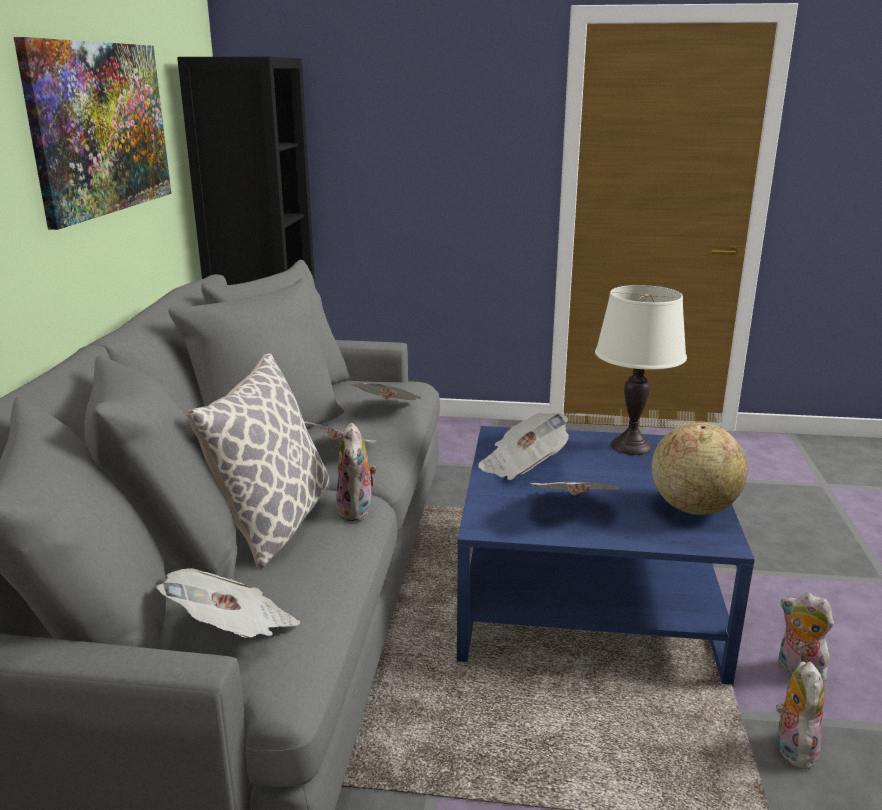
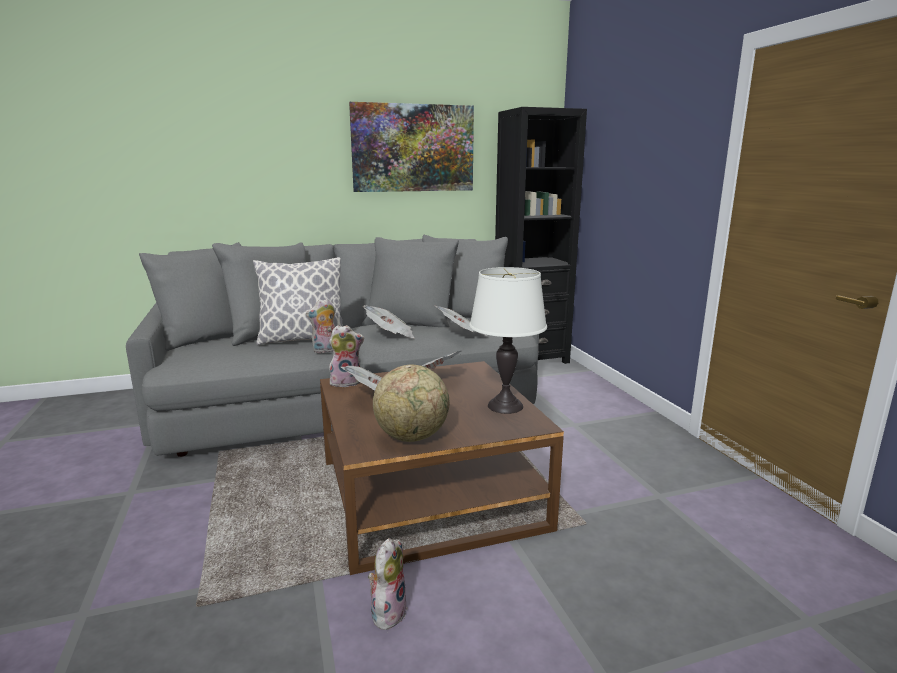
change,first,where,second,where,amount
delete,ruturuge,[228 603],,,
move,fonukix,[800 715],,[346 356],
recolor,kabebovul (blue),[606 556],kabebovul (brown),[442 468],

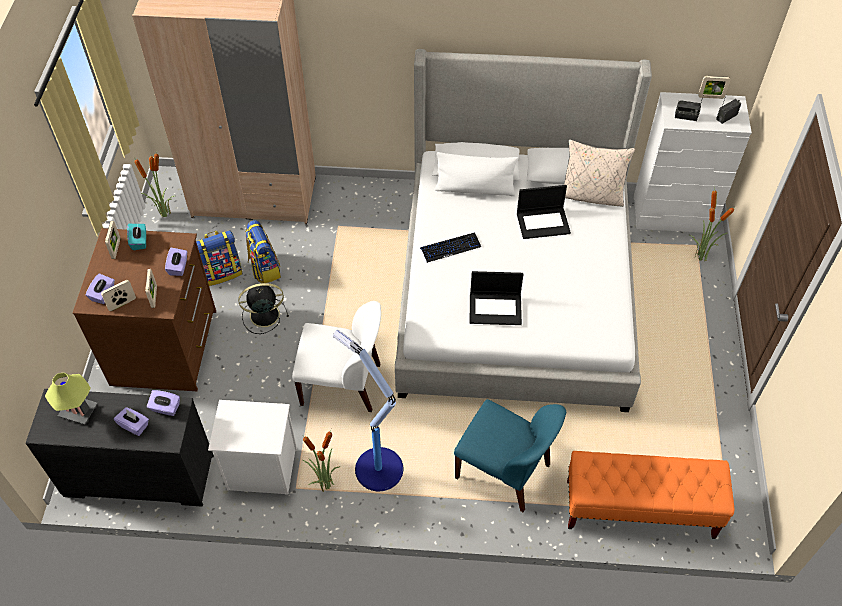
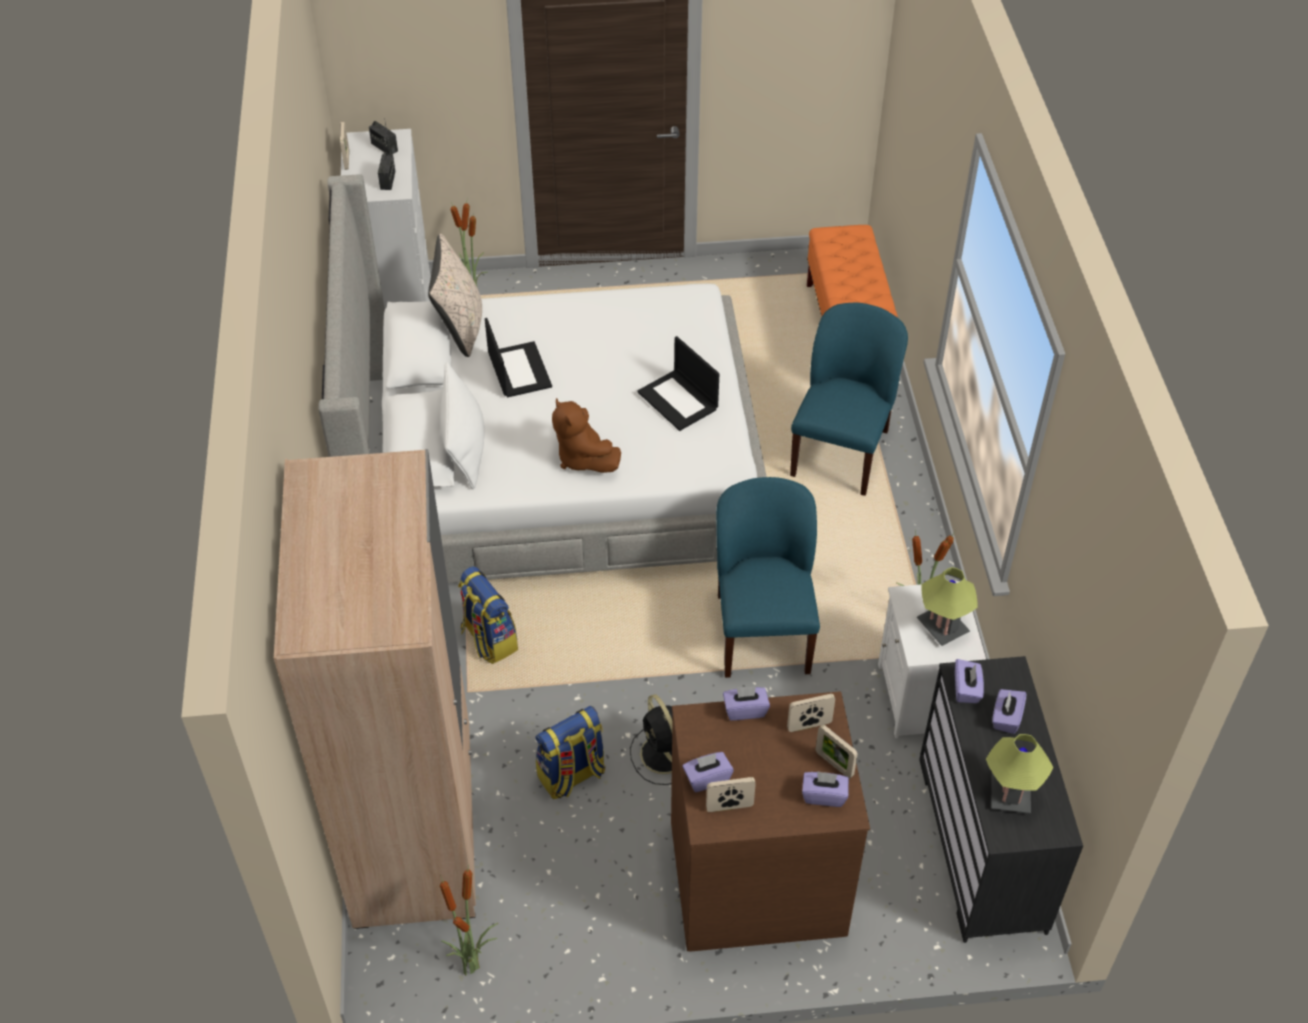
change,first,where,second,where,amount
delete,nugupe,[368 410],,,
insert,,,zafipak,[947 606],
move,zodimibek,[219 258],,[488 615],
replace,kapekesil,[450 247],fonukix (brown),[586 435],
recolor,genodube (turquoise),[136 237],genodube (purple),[707 772],
recolor,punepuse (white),[336 356],punepuse (blue),[768 577],
rotate,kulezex,[496 298],,[678 383],150 degrees clockwise

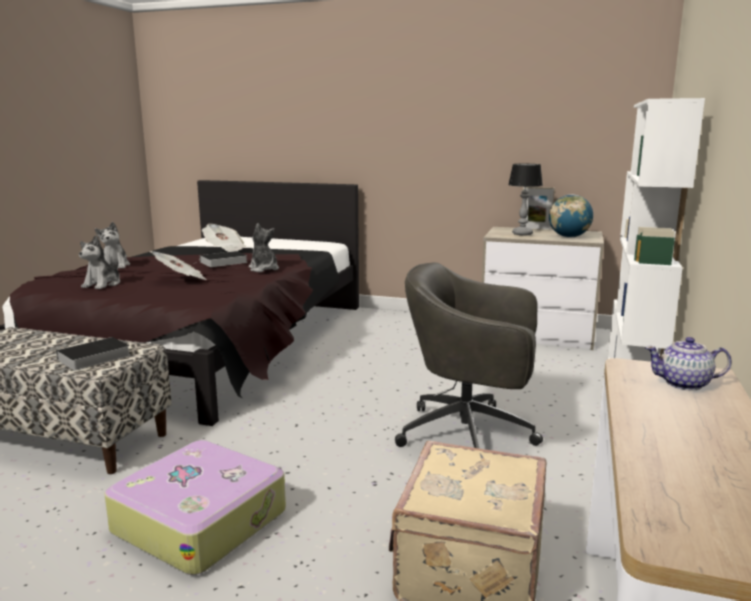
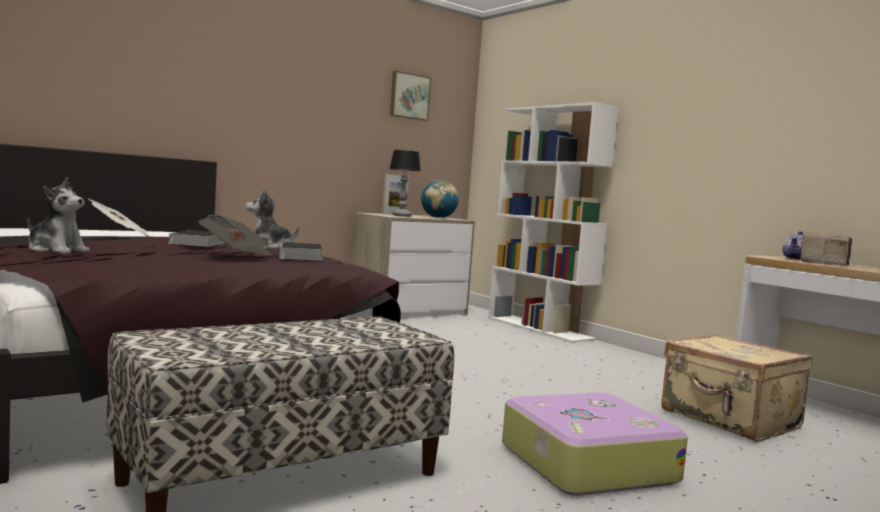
change,first,where,second,where,amount
delete,fonukix,[99 262],,,
delete,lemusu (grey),[469 355],,,
insert,,,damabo,[410 96],
insert,,,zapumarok,[826 249],
move,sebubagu,[89 354],,[301 251],

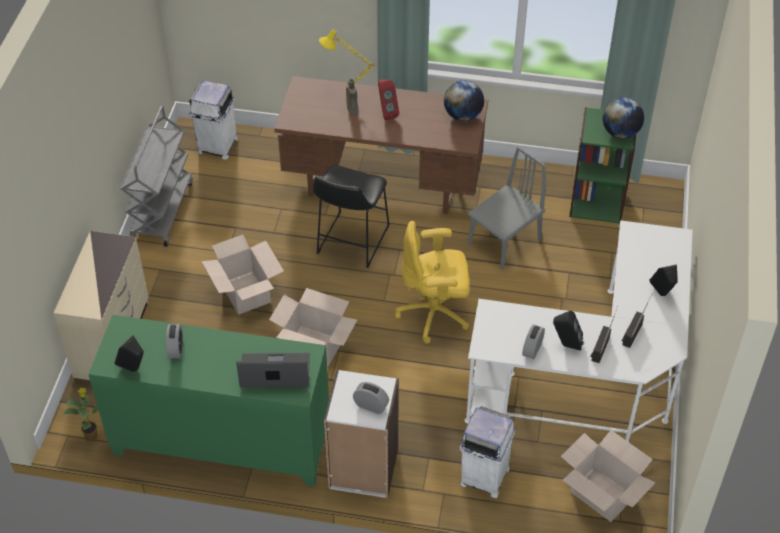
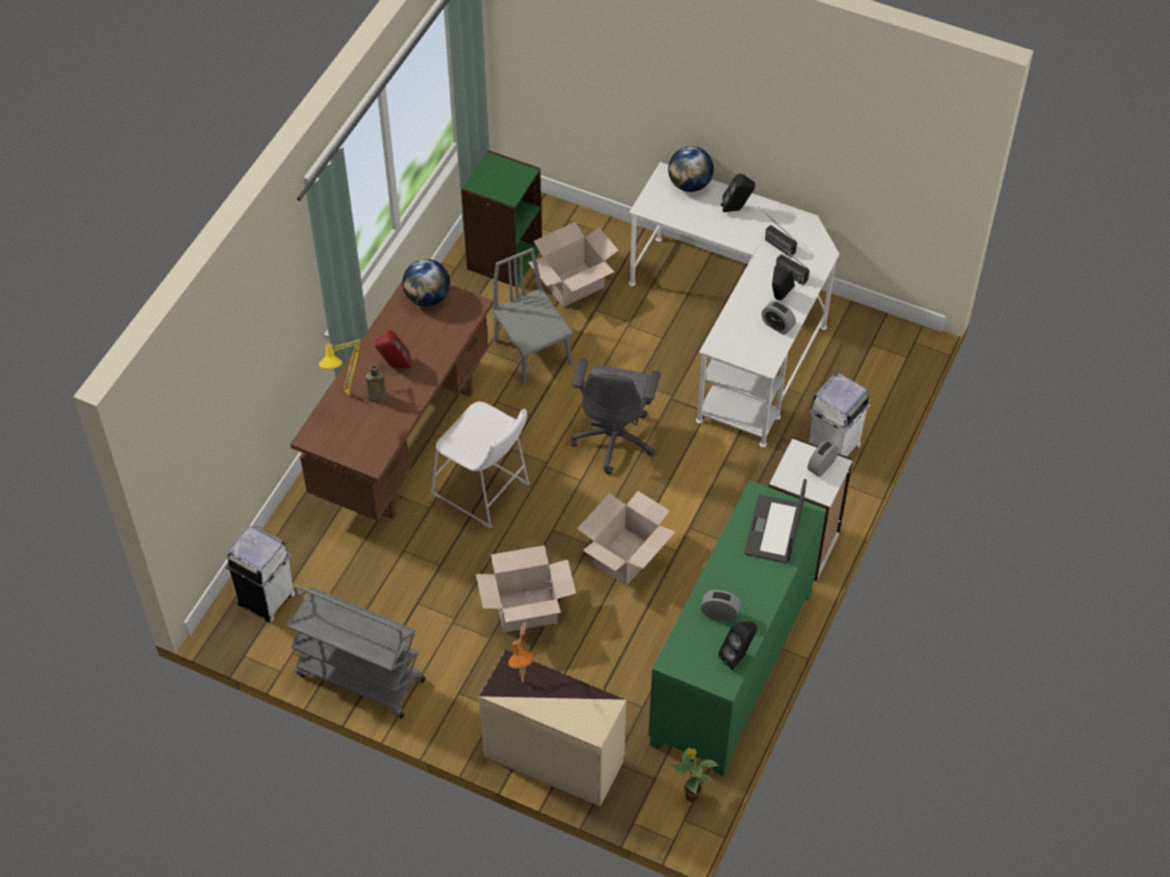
change,first,where,second,where,amount
insert,,,zafipak (orange),[521 651],
move,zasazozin,[608 476],,[573 264],
move,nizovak,[623 118],,[691 169],
recolor,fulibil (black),[351 216],fulibil (white),[480 465],
recolor,lemusu (yellow),[432 282],lemusu (grey),[616 417],

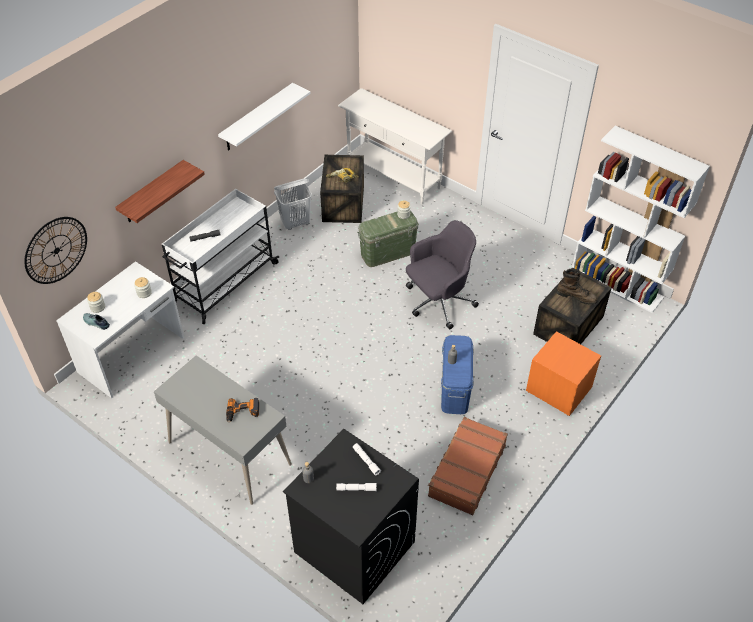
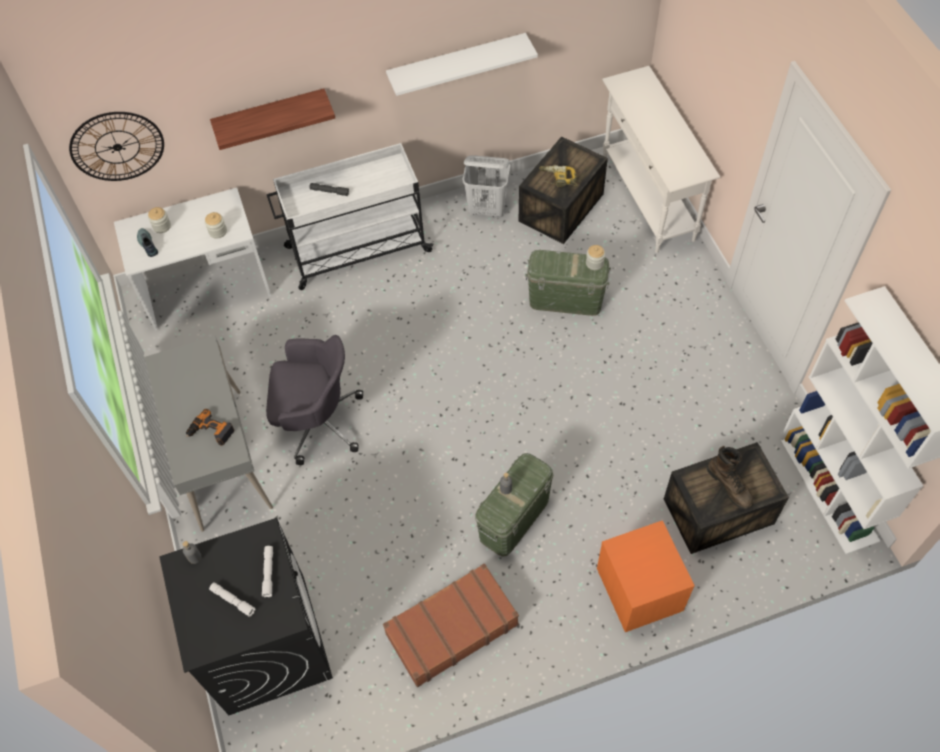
change,first,where,second,where,amount
move,lemusu (grey),[442 274],,[314 400],
recolor,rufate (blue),[457 374],rufate (green),[514 505],

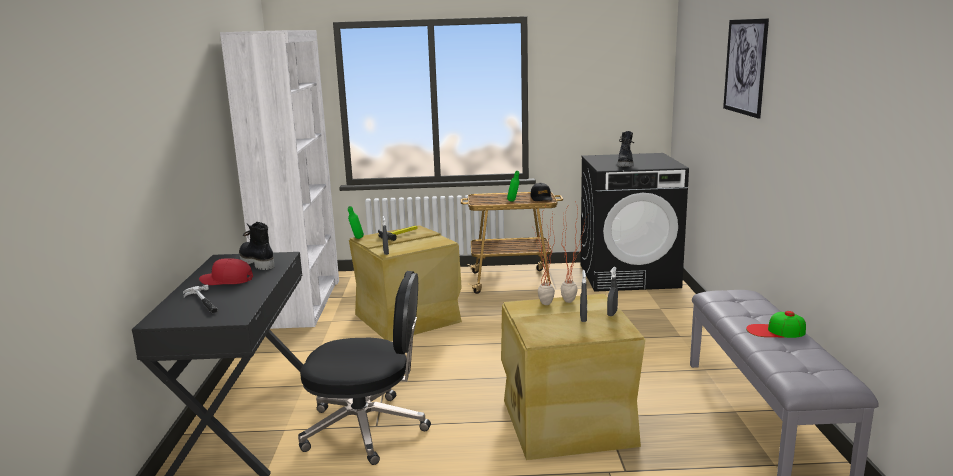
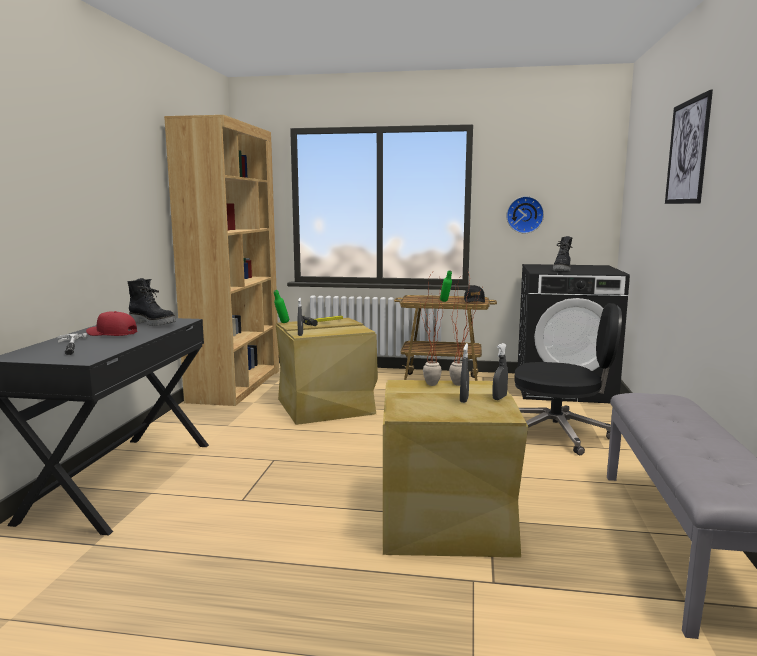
change,first,where,second,where,amount
delete,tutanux,[776 324],,,
insert,,,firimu,[525 214],
move,lemusu (black),[364 368],,[568 379],
recolor,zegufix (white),[279 179],zegufix (brown),[221 260],
rotate,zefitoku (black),[257 246],,[152 302],150 degrees clockwise

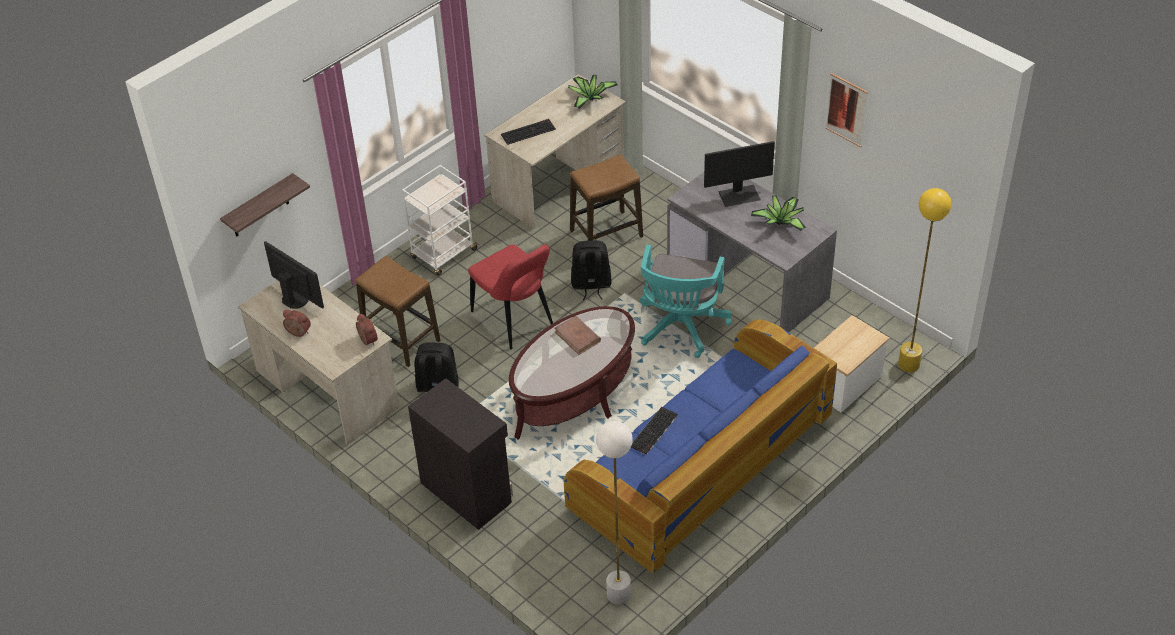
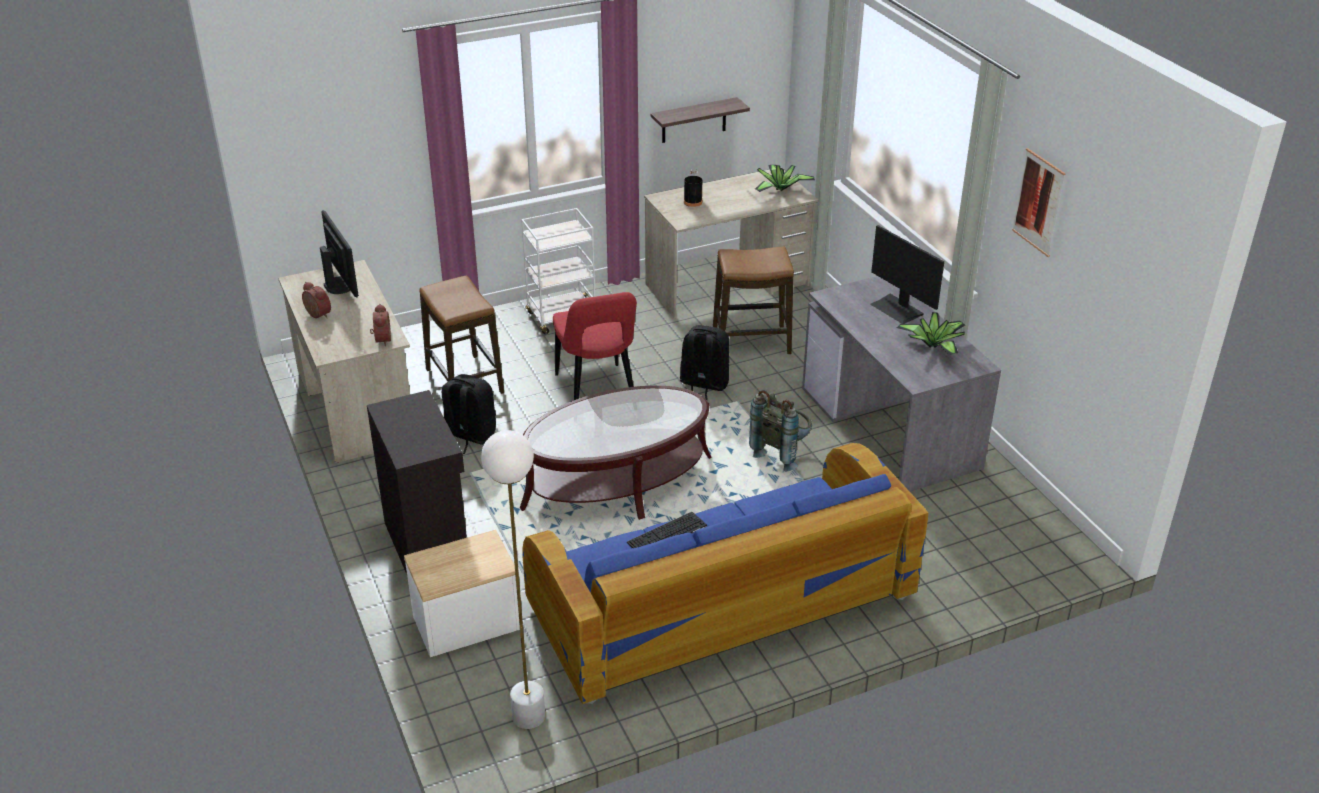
change,first,where,second,where,amount
delete,sebubagu (brown),[578 335],,,
delete,nugupe (yellow),[925 280],,,
move,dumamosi,[265 205],,[700 120],
move,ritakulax,[851 364],,[462 593],
replace,kapekesil,[528 132],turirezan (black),[693 188],
replace,lemusu (turquoise),[685 301],zodimibek (grey),[780 430],
rotate,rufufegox,[739 174],,[907 274],45 degrees clockwise

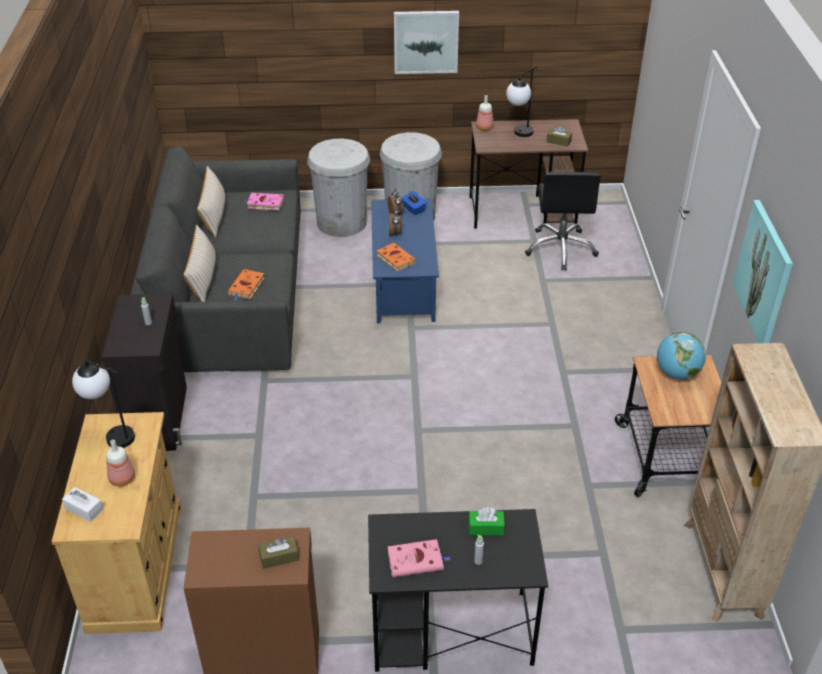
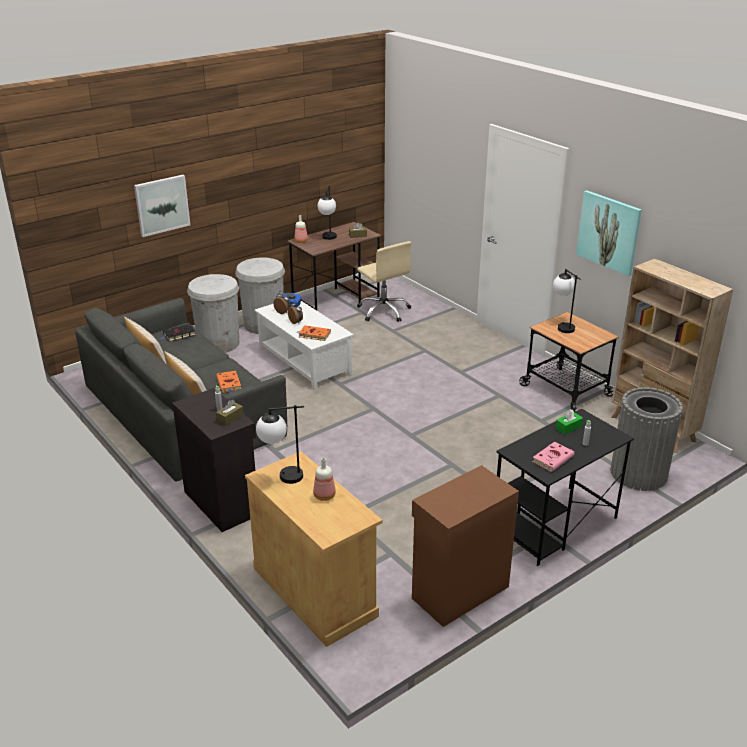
change,first,where,second,where,amount
delete,genodube (white),[82 504],,,
insert,,,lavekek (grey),[646 439],
move,genodube (brown),[278 552],,[230 413],
move,damabo,[426 42],,[162 206],
replace,nizovak,[681 356],zafipak,[566 301],
recolor,sebubagu (pink),[264 201],sebubagu (black),[178 333],
recolor,kabebovul (blue),[405 260],kabebovul (white),[304 345],
recolor,lemusu (black),[563 221],lemusu (beige),[384 281],

